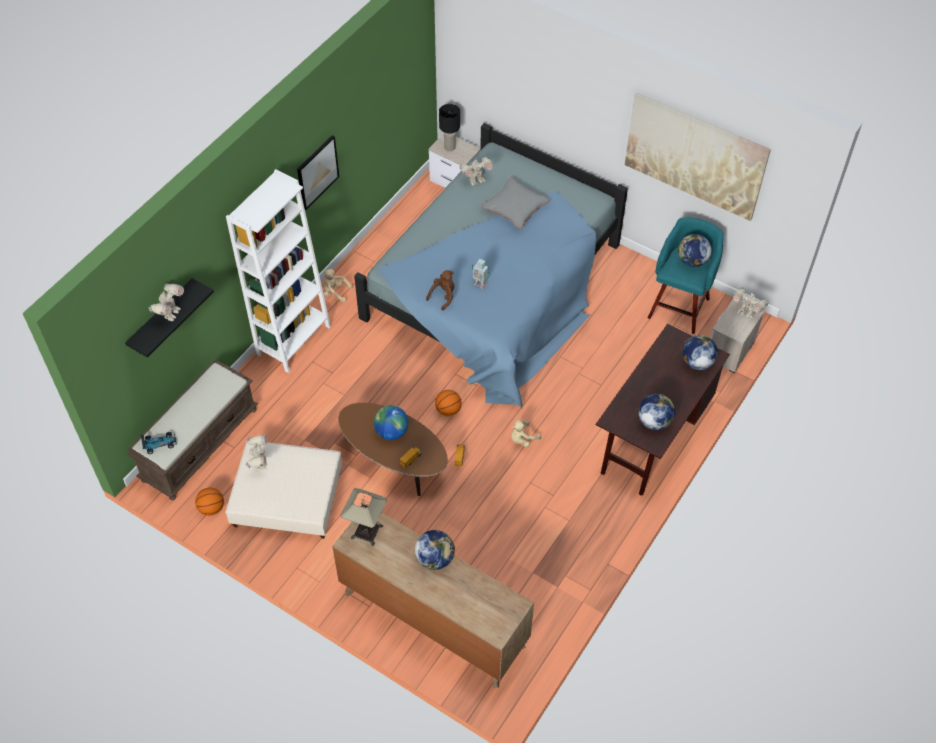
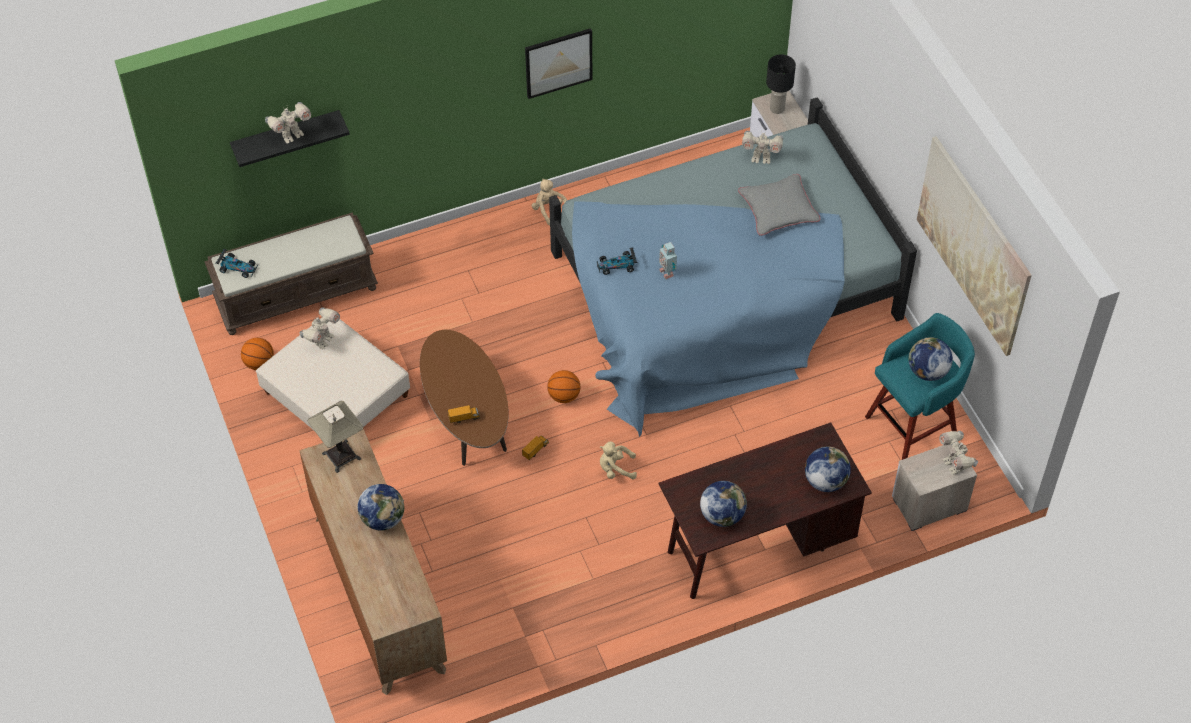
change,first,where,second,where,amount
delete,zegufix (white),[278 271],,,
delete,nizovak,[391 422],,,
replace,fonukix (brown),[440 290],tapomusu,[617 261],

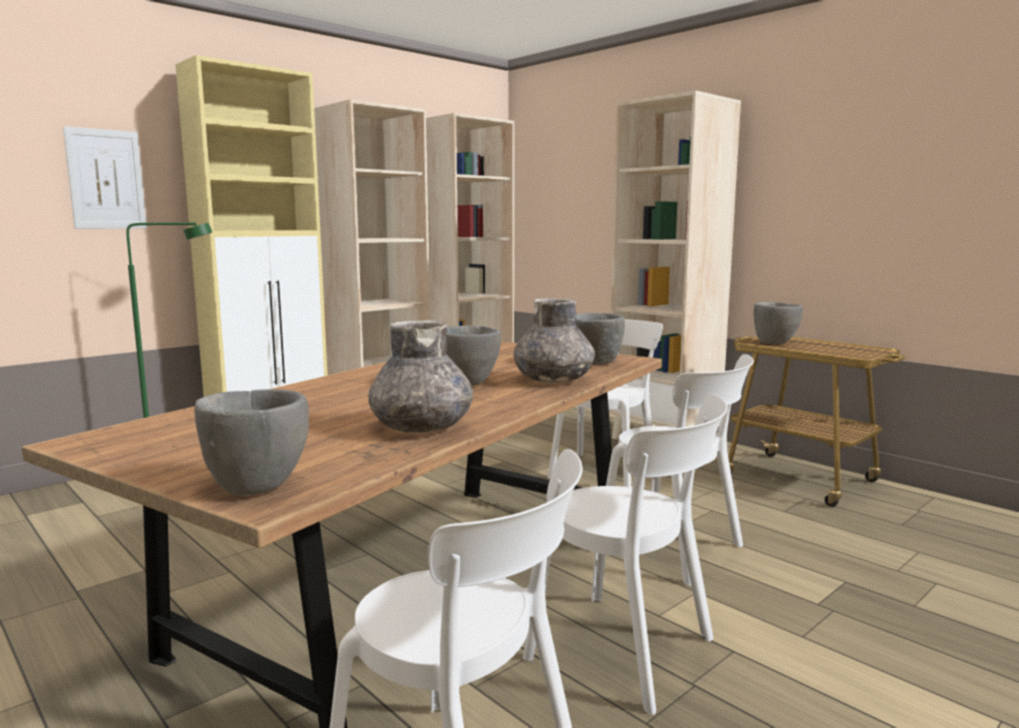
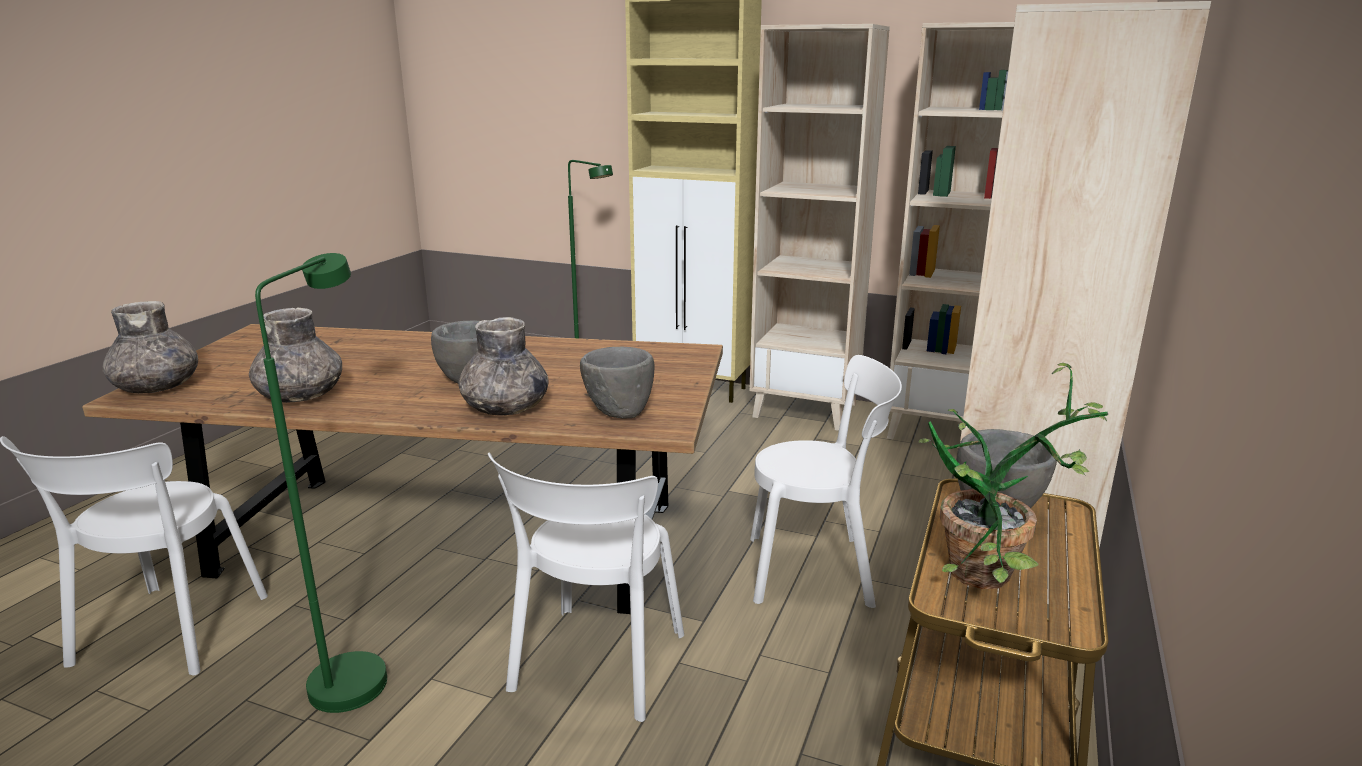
change,first,where,second,where,amount
delete,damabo,[105 177],,,
insert,,,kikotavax,[1013 476],
replace,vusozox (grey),[252 442],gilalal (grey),[150 347],
replace,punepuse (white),[625 554],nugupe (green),[321 483],

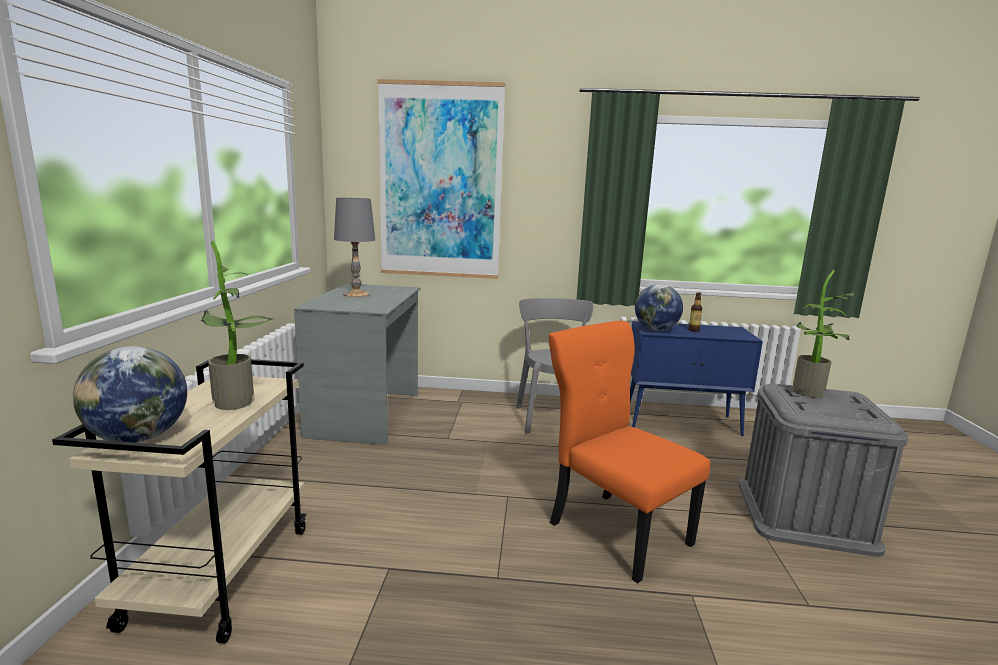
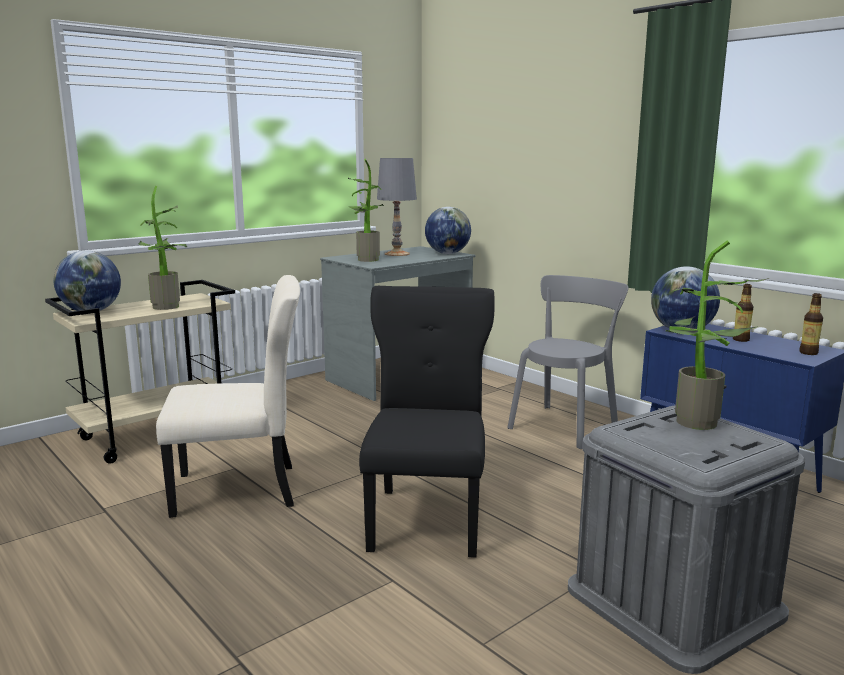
change,first,where,second,where,amount
delete,damabo,[441 179],,,
insert,,,punepuse (beige),[228 396],
insert,,,kikotavax,[366 210],
insert,,,nizovak,[448 230],
insert,,,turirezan,[811 324],
recolor,punepuse (orange),[629 452],punepuse (black),[427 422],

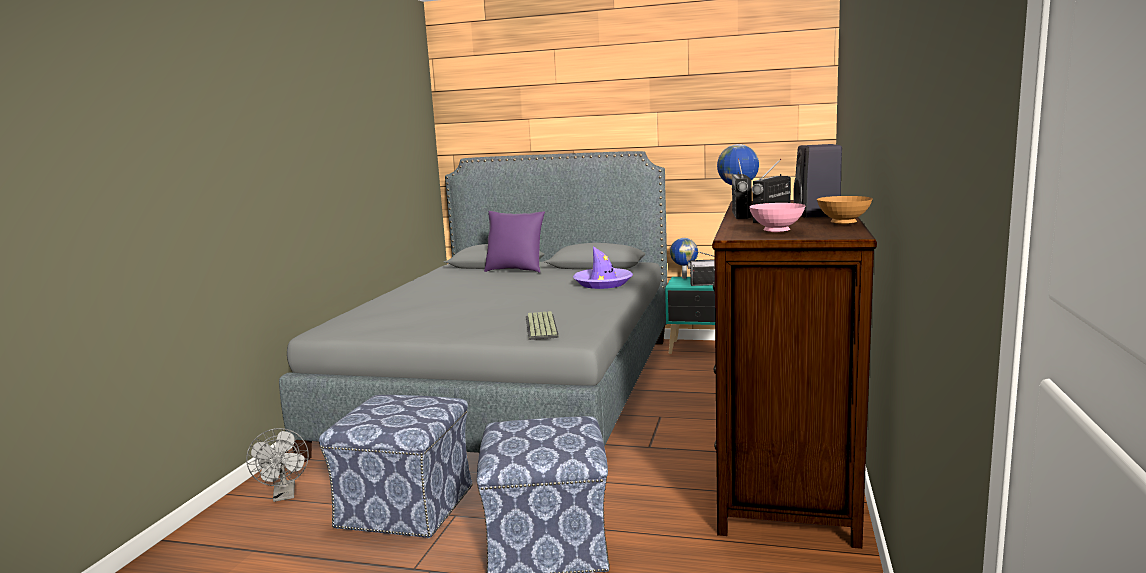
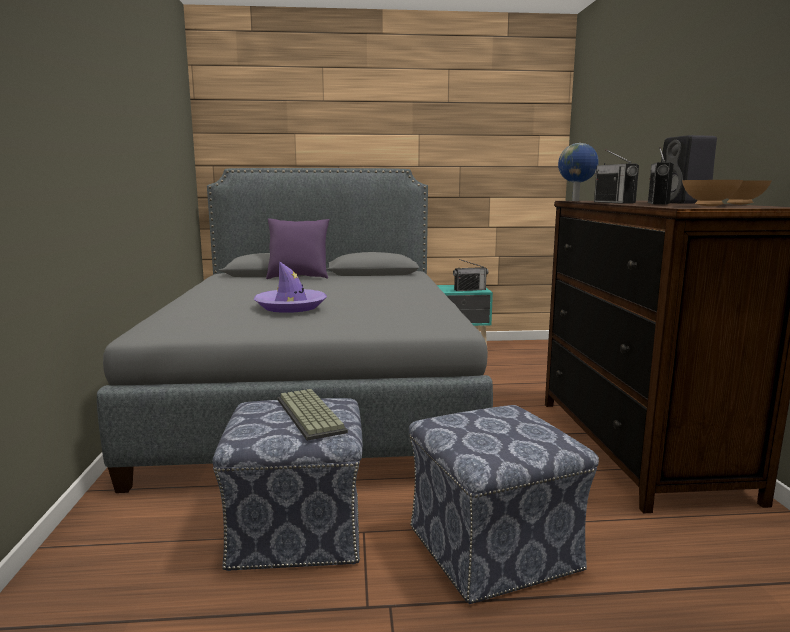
change,first,where,second,where,amount
delete,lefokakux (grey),[277 465],,,
delete,nizovak,[684 258],,,
move,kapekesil,[542 325],,[312 415],
move,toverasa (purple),[603 267],,[290 287],
recolor,vusozox (pink),[777 217],vusozox (brown),[712 193],

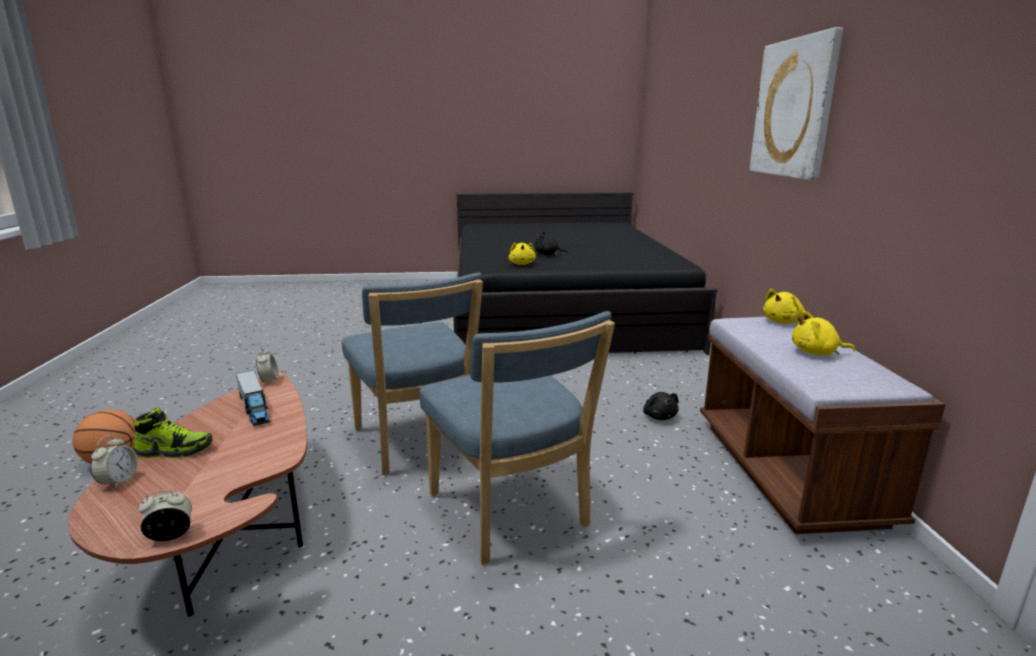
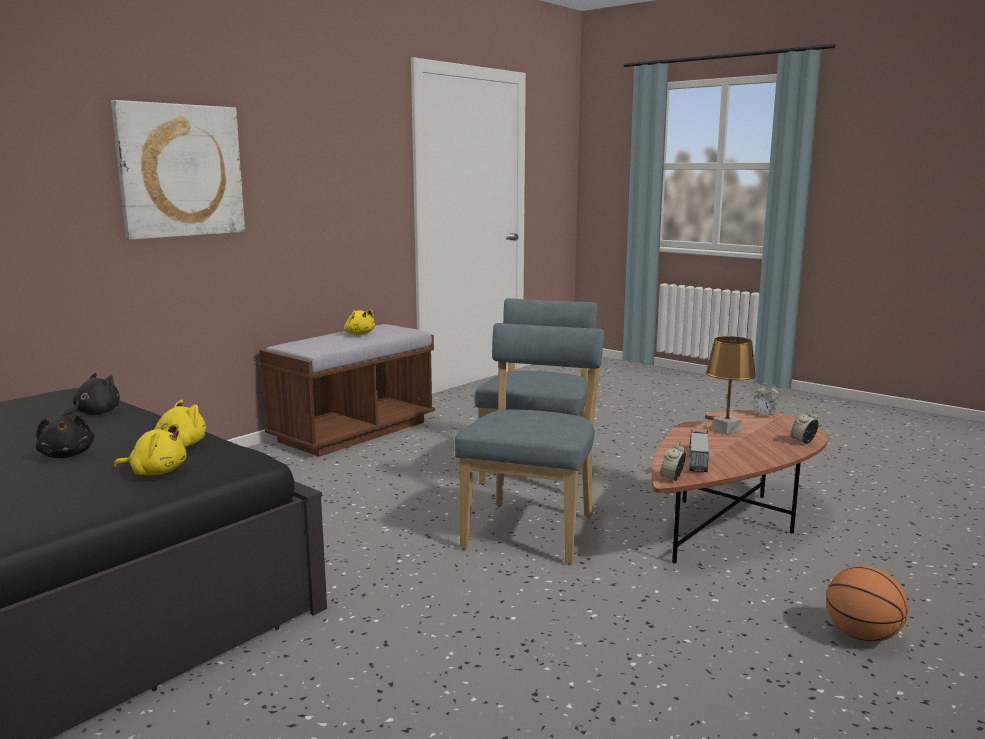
change,first,where,second,where,amount
delete,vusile,[173 432],,,
insert,,,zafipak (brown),[731 385],
move,fonukix (black),[661 406],,[91 394],
move,fonukix (yellow),[784 306],,[150 449],

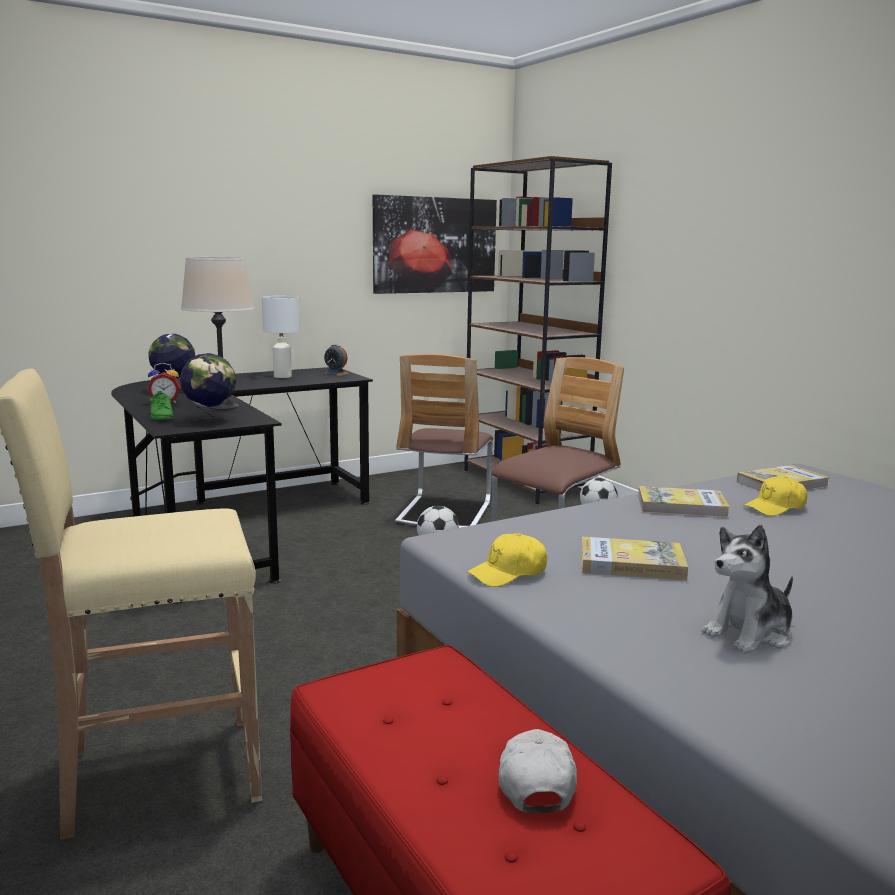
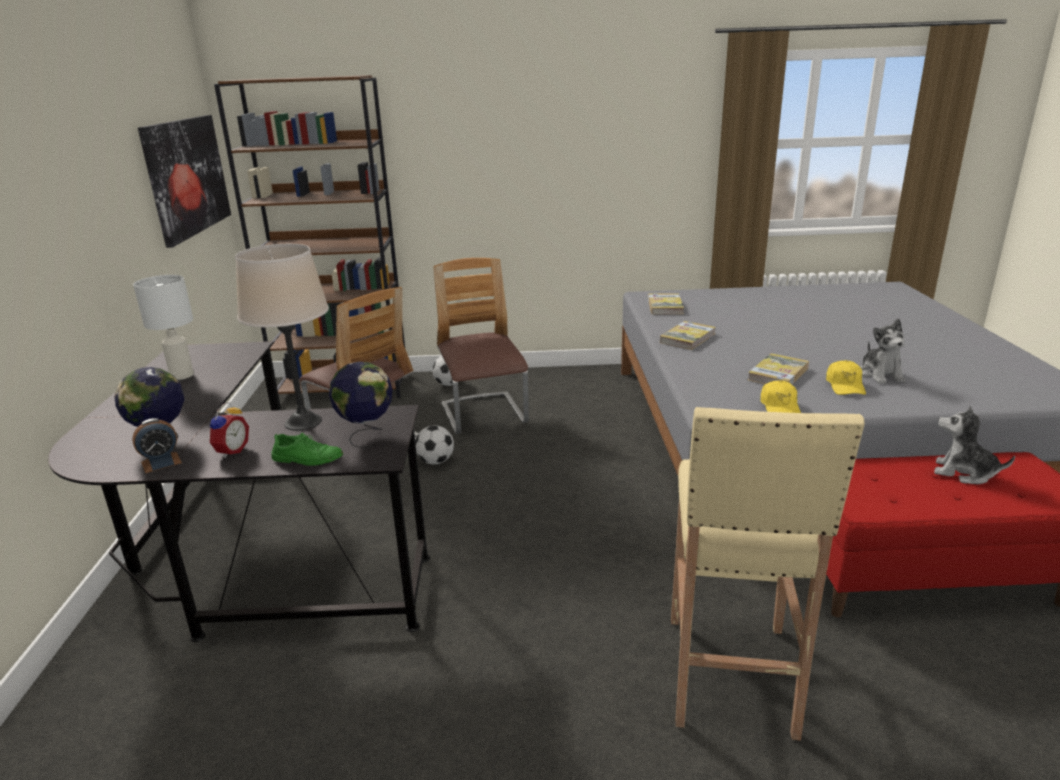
change,first,where,second,where,amount
move,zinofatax,[336 360],,[157 445],
move,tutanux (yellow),[775 496],,[846 377],
replace,tutanux (white),[537 771],fonukix,[974 445],

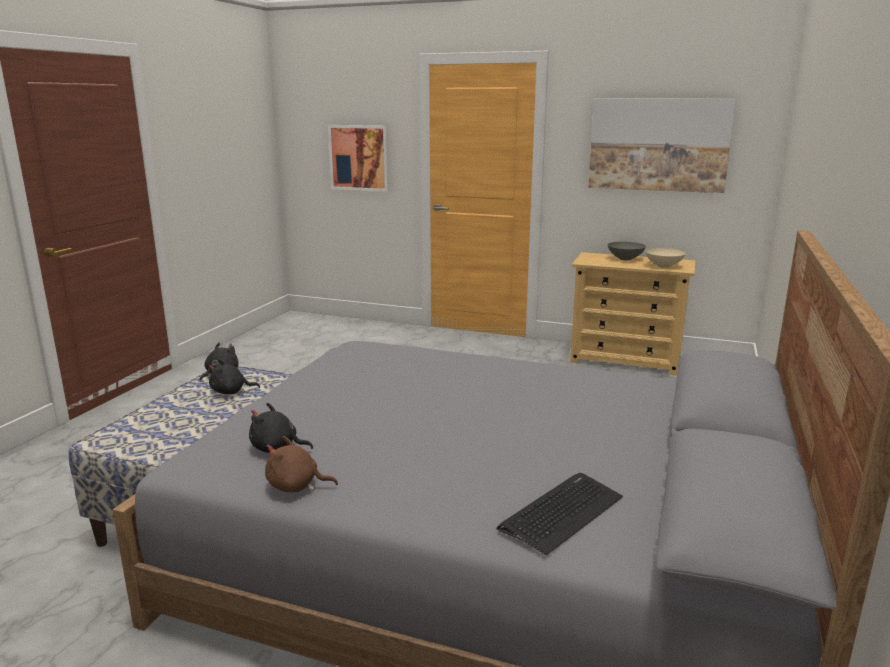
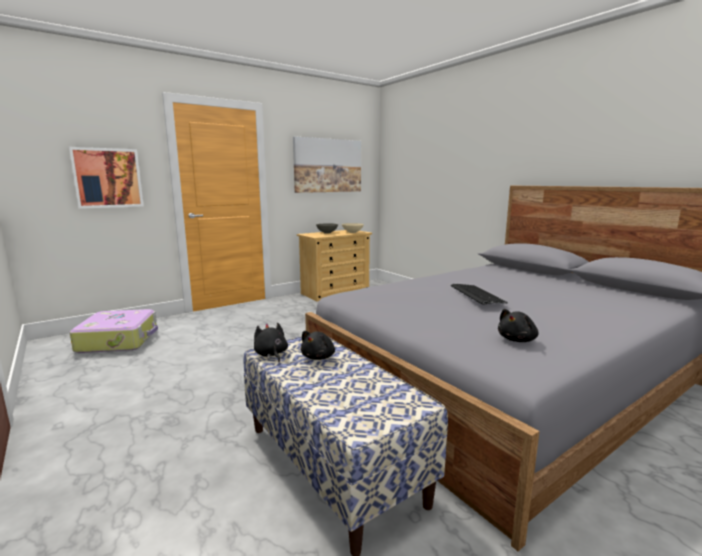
change,first,where,second,where,amount
delete,fonukix (brown),[301 464],,,
insert,,,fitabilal,[114 331],
move,kapekesil,[559 514],,[479 294],

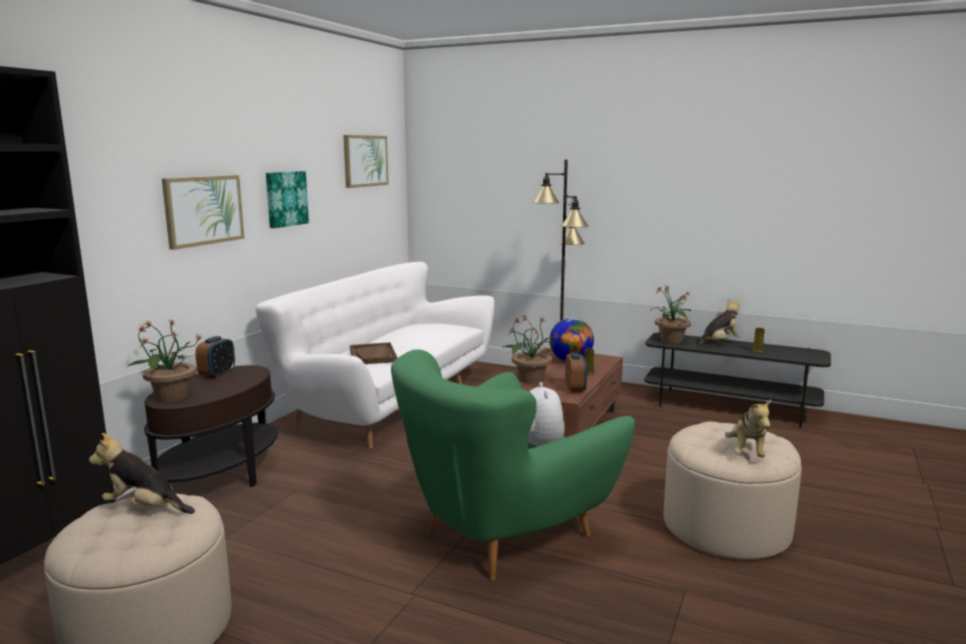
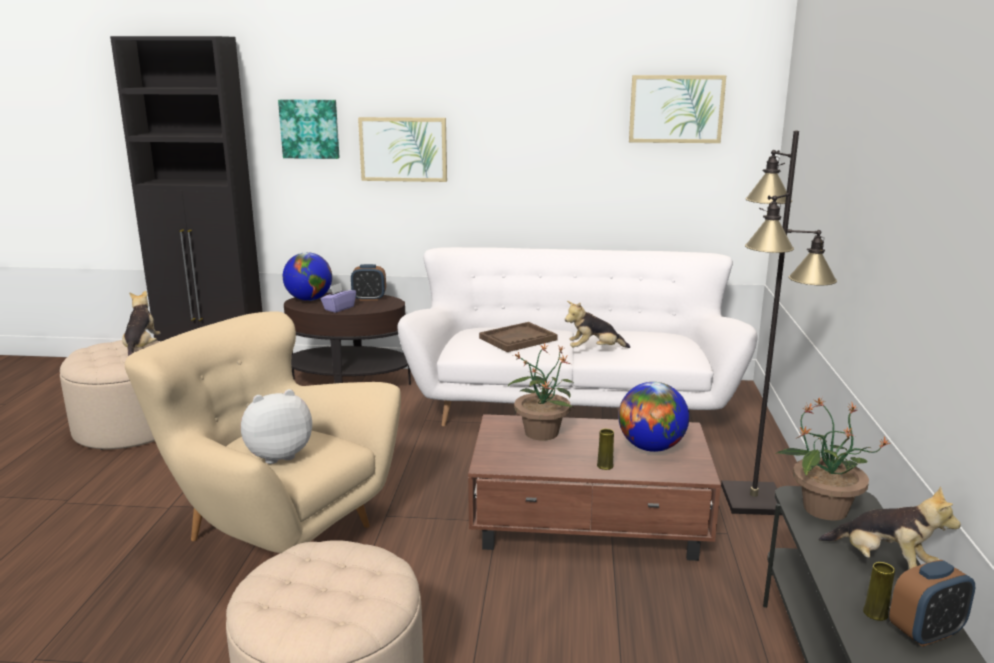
change,first,where,second,where,amount
insert,,,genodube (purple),[338 298],
move,damabo,[287 199],,[309 129],
move,zinofatax,[576 372],,[932 603],
move,fonukix,[748 428],,[597 324],
replace,kikotavax,[164 360],nizovak,[307 276],
recolor,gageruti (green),[513 465],gageruti (beige),[263 432],

